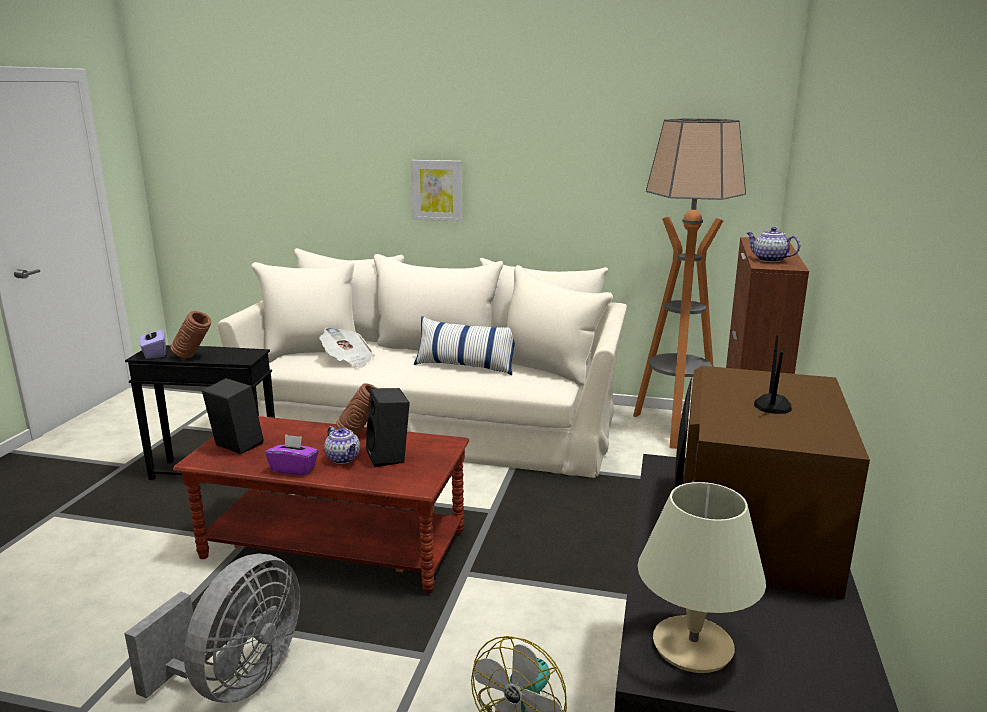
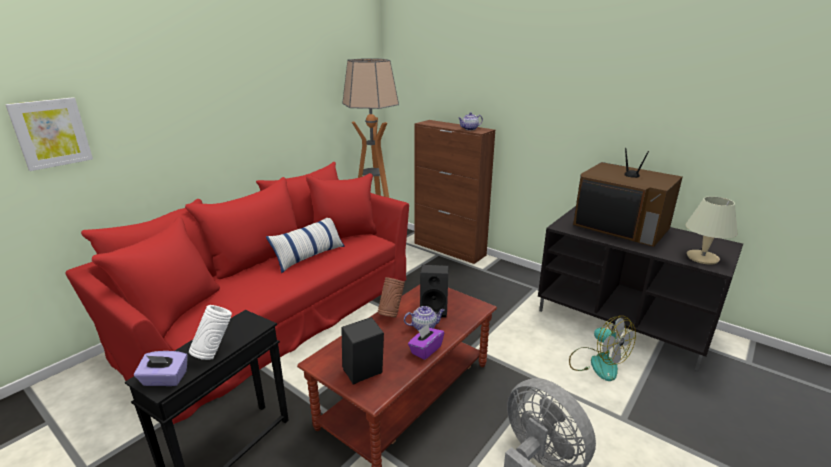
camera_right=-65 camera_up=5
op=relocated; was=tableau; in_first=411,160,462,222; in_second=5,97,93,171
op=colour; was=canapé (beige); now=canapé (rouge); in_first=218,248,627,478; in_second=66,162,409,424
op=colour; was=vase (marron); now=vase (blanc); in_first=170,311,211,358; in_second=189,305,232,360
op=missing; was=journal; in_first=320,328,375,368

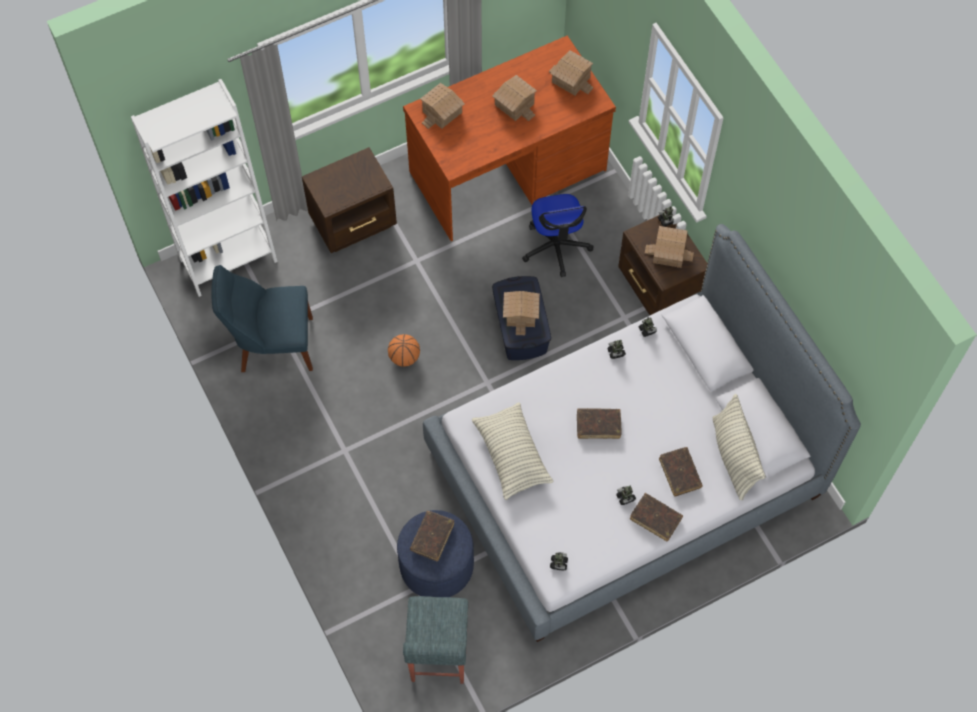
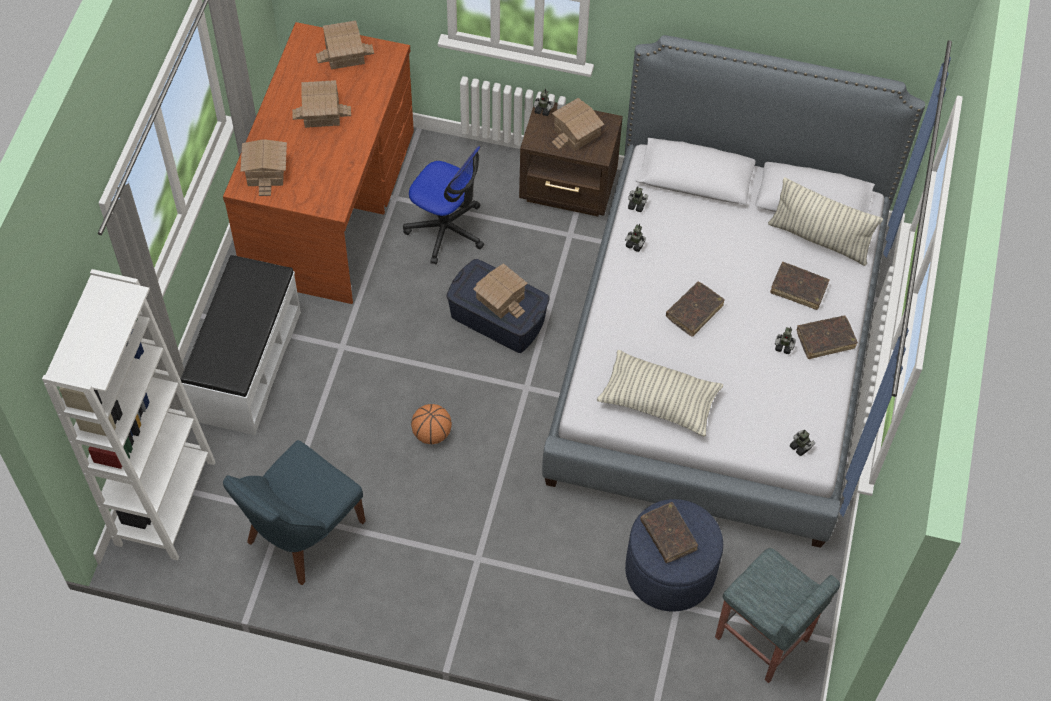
camera_right=-50 camera_up=-5
op=exchanged; was=table de chevet (marron); now=banc (blanc); in_first=302,147,397,253; in_second=181,255,301,435

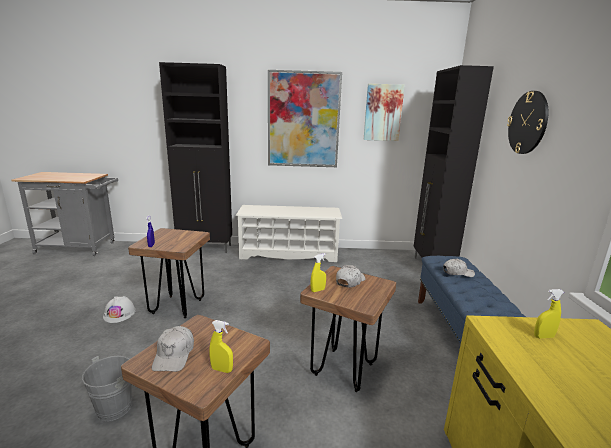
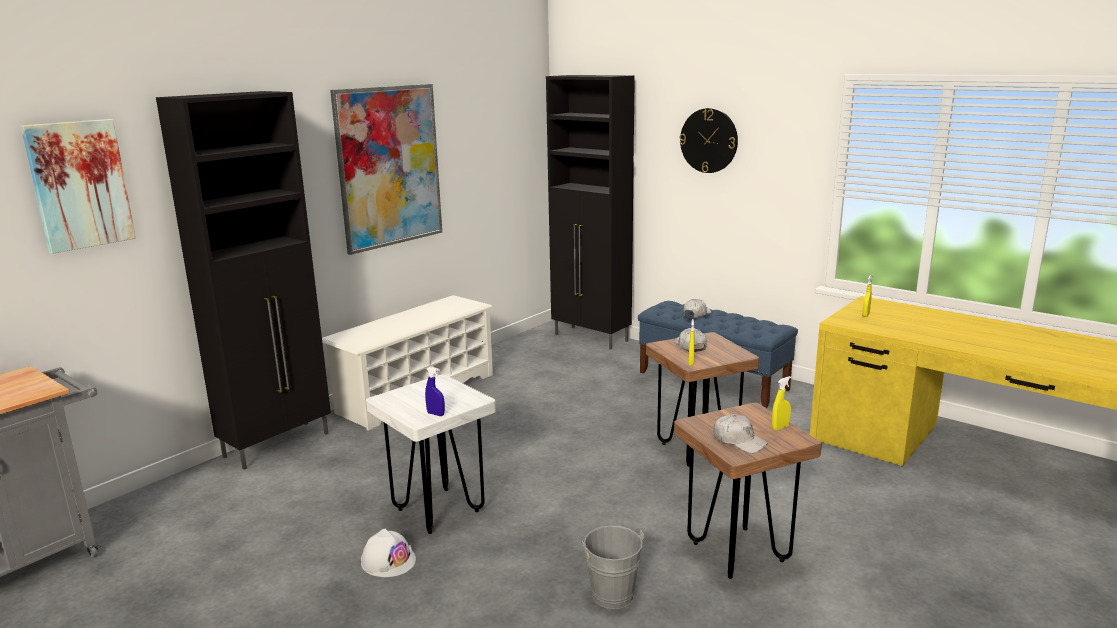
camera_right=-50 camera_up=0
op=relocated; was=tableau; in_first=364,84,405,141; in_second=21,119,136,254
op=colour; was=tabouret (marron); now=tabouret (blanc); in_first=128,228,210,318; in_second=366,374,496,534

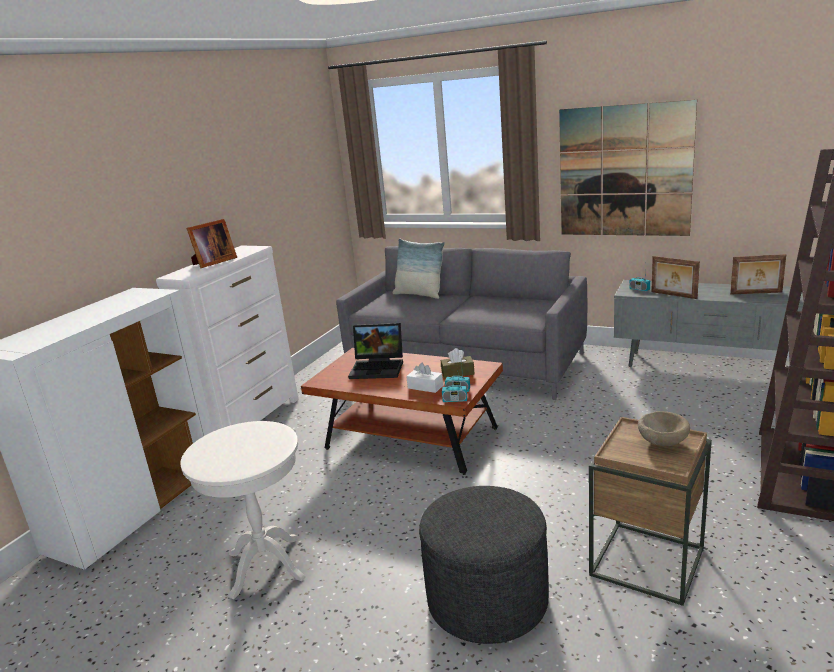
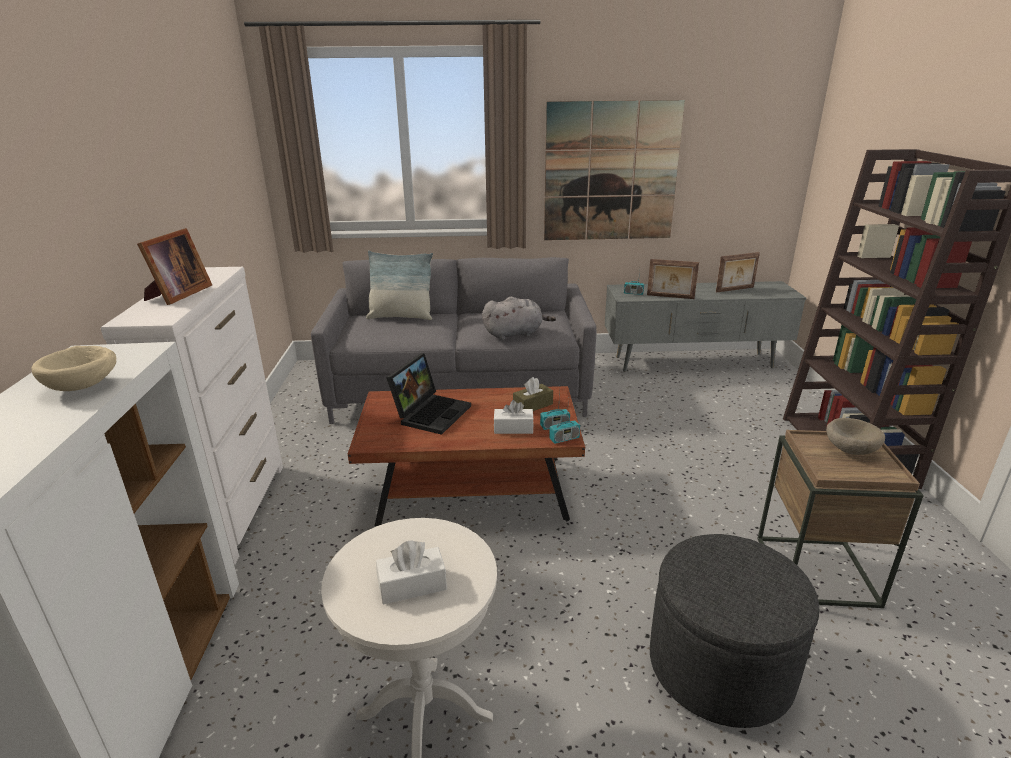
camera_right=-30 camera_up=5
op=spun; was=ordinateur portable; in_first=348,323,403,379; in_second=386,353,471,435; clockwise=-45
op=appeared; now=peluche (gris); in_second=482,297,556,340
op=appeared; now=bol (beige); in_second=31,346,116,391
op=appeared; now=boîte à mouchoirs (blanc); in_second=376,540,447,605

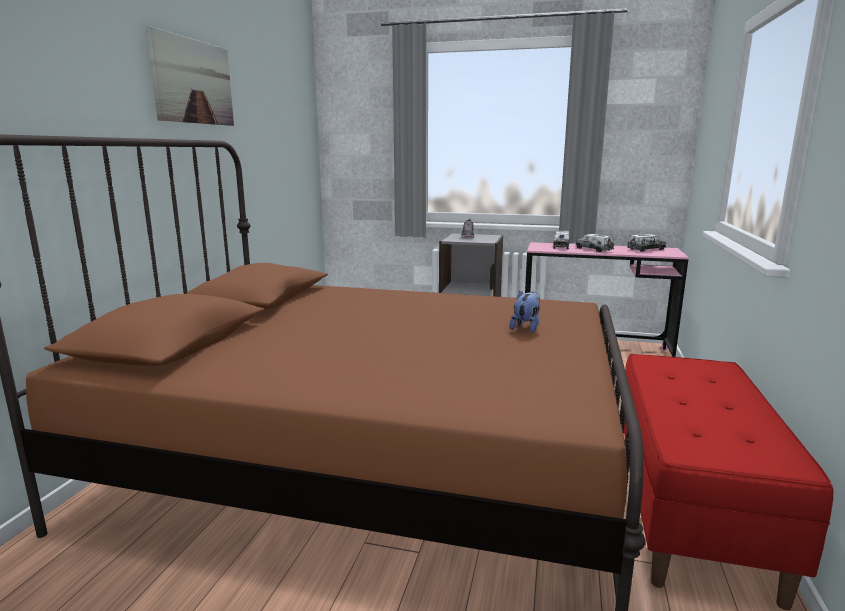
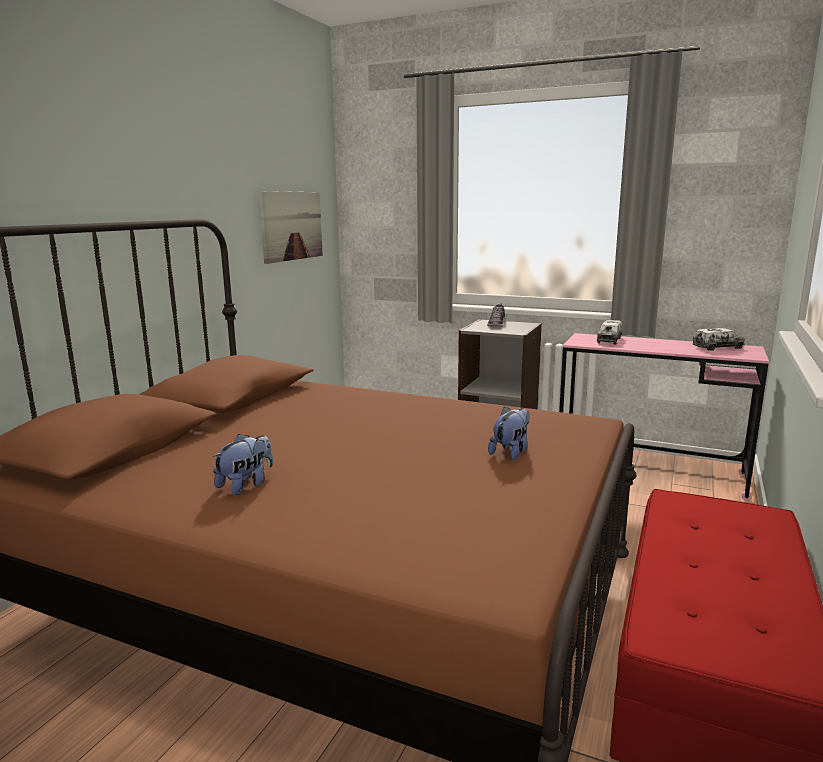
camera_right=10 camera_up=0
op=relocated; was=tableau; in_first=146,26,234,126; in_second=259,191,323,264
op=missing; was=camion jouet; in_first=576,234,614,252
op=appeared; now=peluche; in_second=213,434,273,495

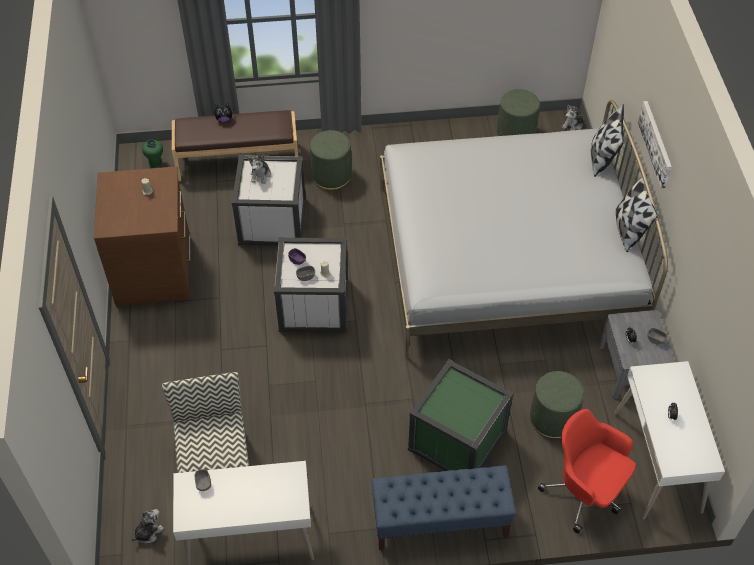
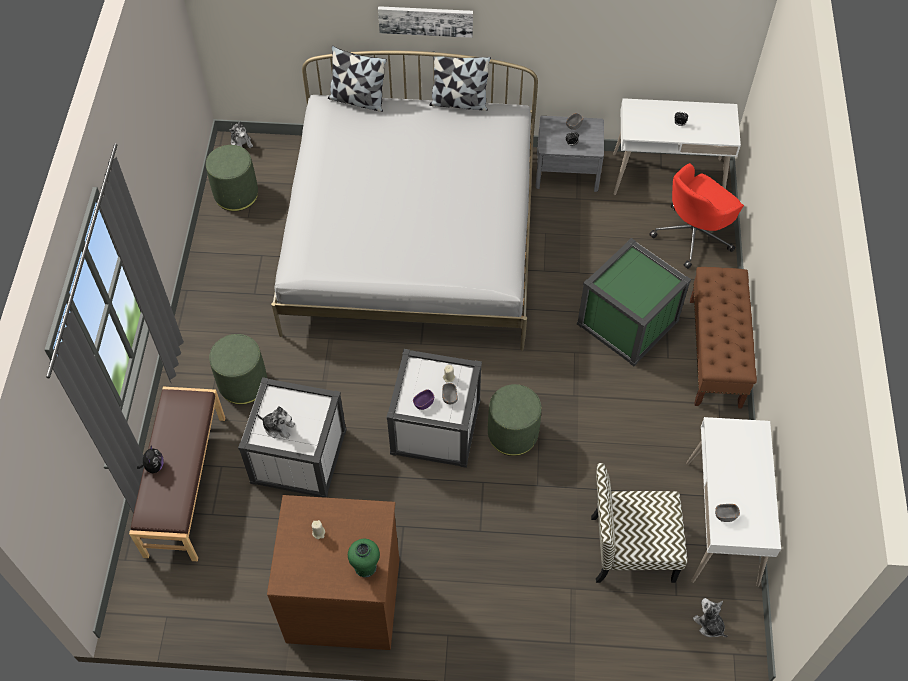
camera_right=-80 camera_up=5
op=relocated; was=vase (vert); in_first=142,140,163,168; in_second=348,539,380,577
op=relocated; was=pouf (vert); in_first=530,371,584,439; in_second=488,384,542,456
op=colour; was=banc (bleu); now=banc (marron); in_first=371,465,516,550; in_second=690,267,757,409

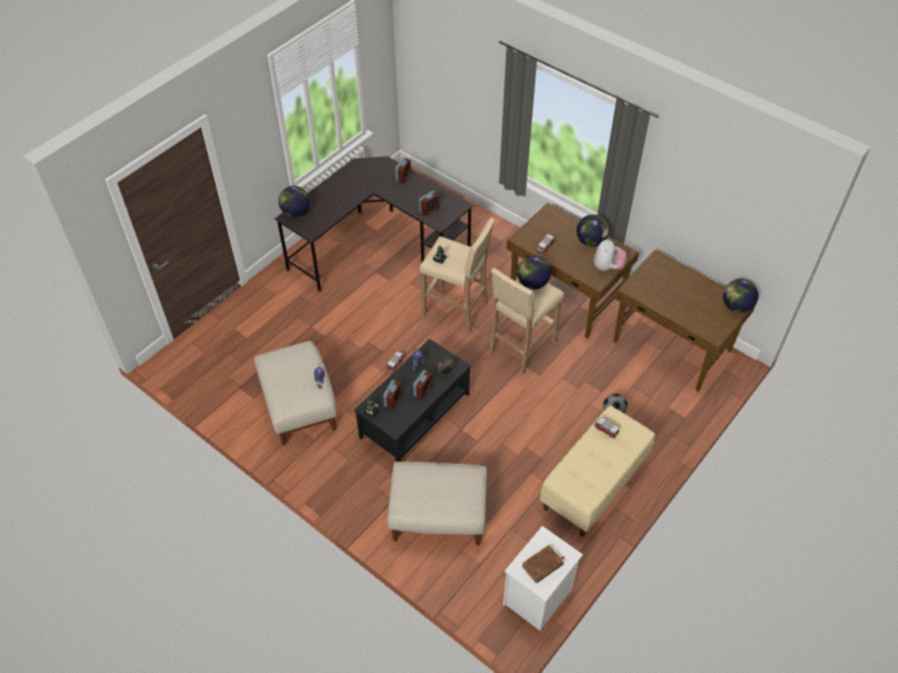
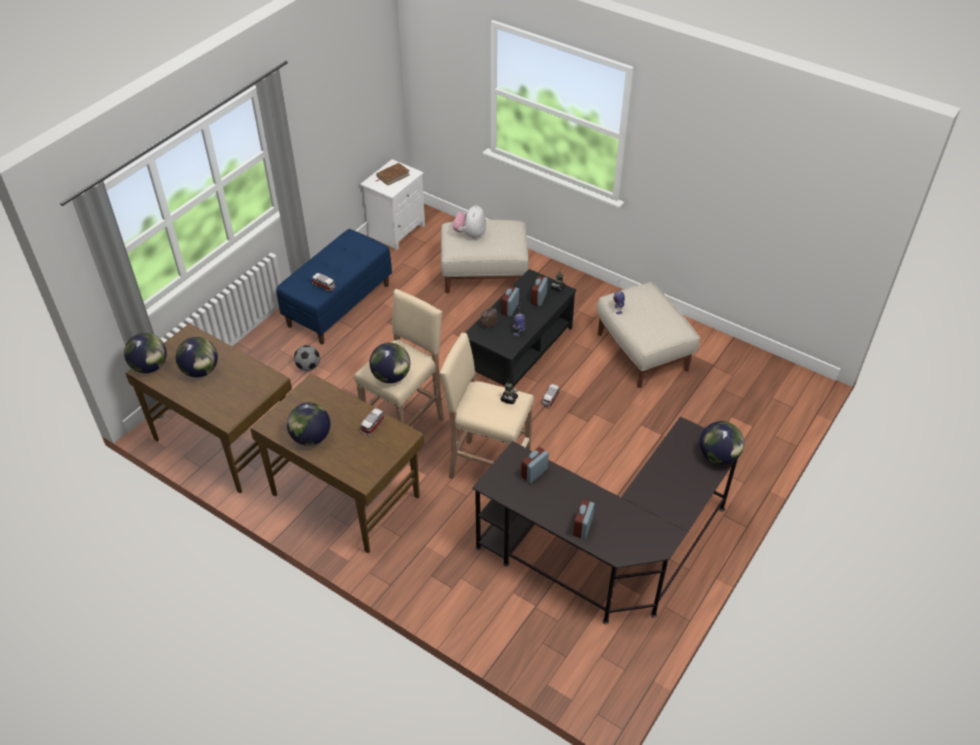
camera_right=175 camera_up=-5
op=relocated; was=peluche; in_first=594,239,627,271; in_second=453,204,486,239
op=colour; was=banc (beige); now=banc (bleu); in_first=540,406,655,537; in_second=276,229,392,344
op=appeared; now=globe; in_second=176,337,218,377

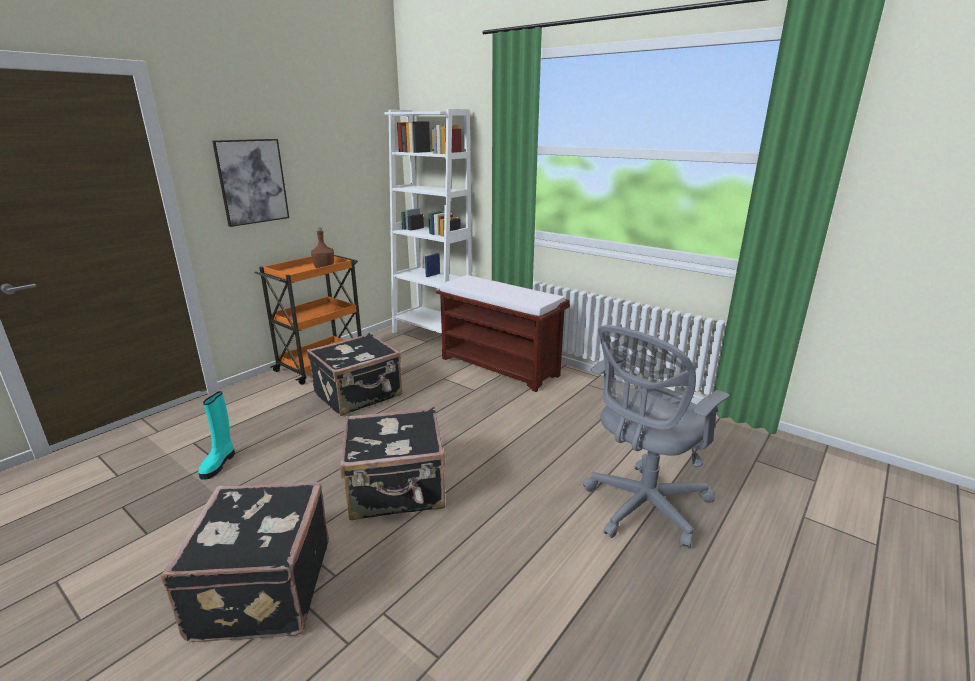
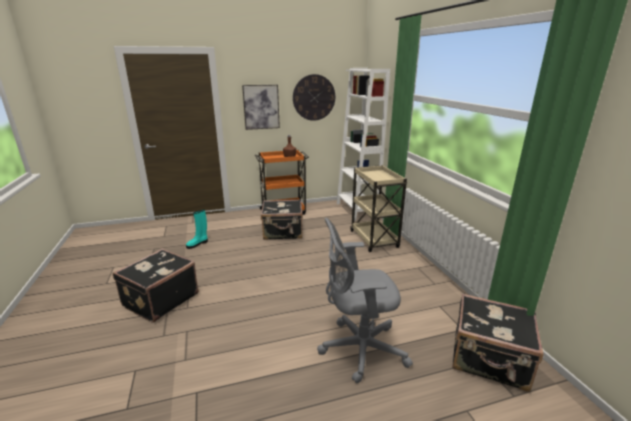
camera_right=35 camera_up=0
op=exchanged; was=banc (marron); now=chariot (beige); in_first=436,275,570,392; in_second=350,165,407,252
op=relocated; was=valise (noir); in_first=340,407,445,521; in_second=452,293,543,392
op=appeared; now=horloge murale; in_second=293,74,335,121

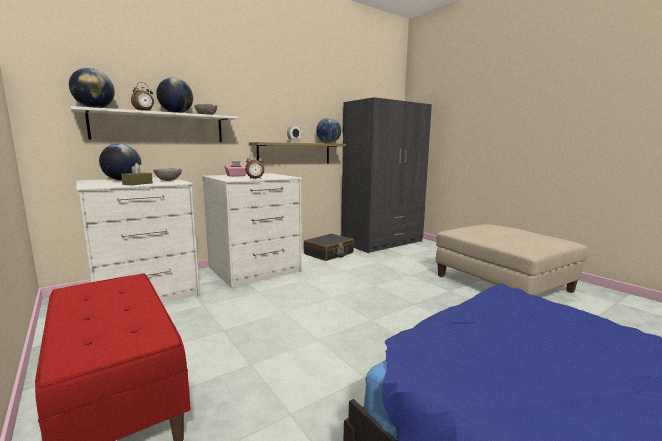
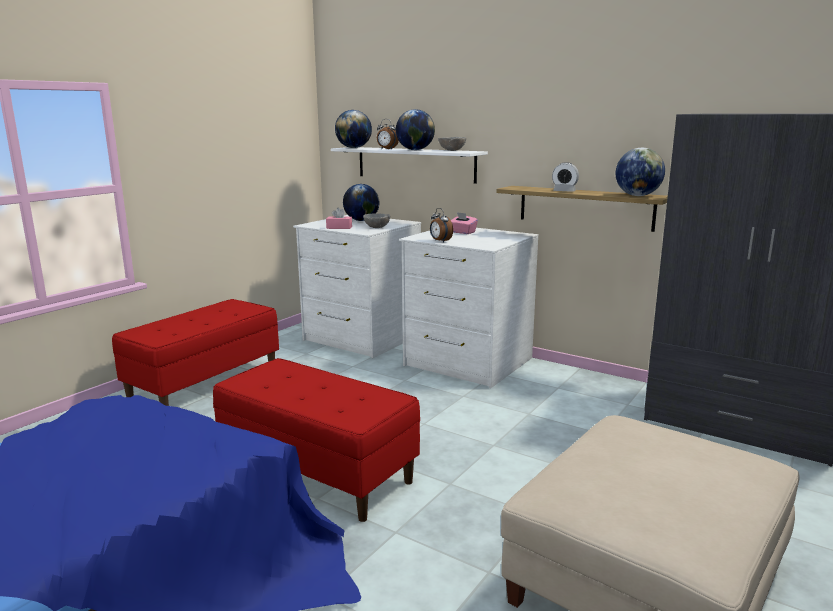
camera_right=70 camera_up=5
op=colour; was=boîte à mouchoirs (marron); now=boîte à mouchoirs (rose); in_first=121,163,153,185; in_second=326,208,352,229
op=missing; was=valise (noir); in_first=304,234,354,261
op=appeared; now=banc (rouge); in_second=213,358,420,522

